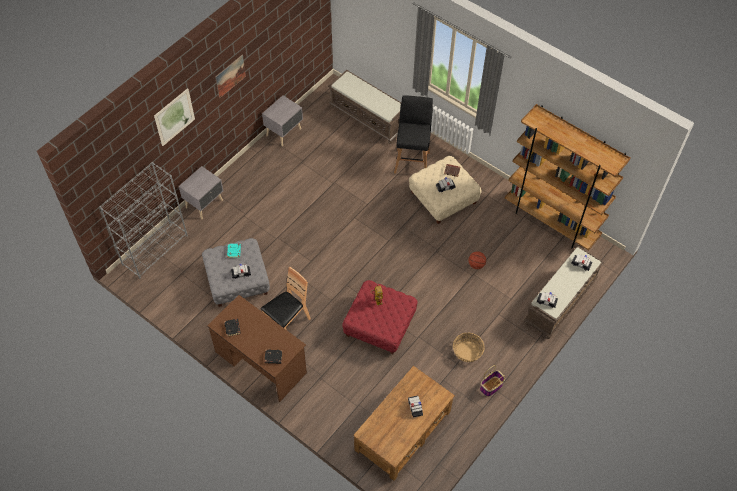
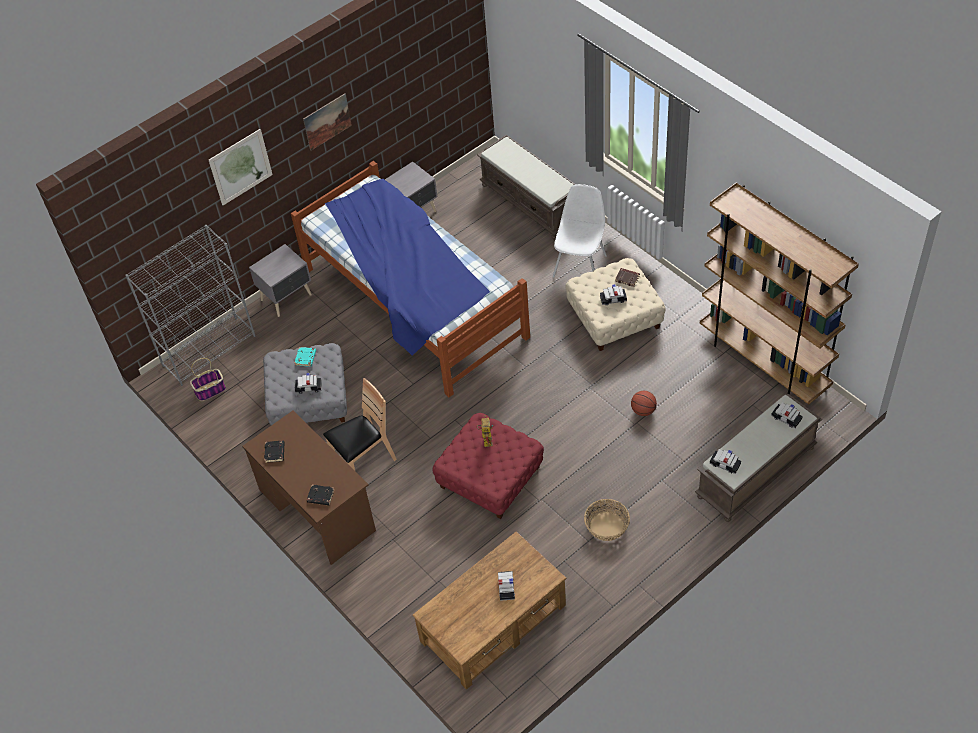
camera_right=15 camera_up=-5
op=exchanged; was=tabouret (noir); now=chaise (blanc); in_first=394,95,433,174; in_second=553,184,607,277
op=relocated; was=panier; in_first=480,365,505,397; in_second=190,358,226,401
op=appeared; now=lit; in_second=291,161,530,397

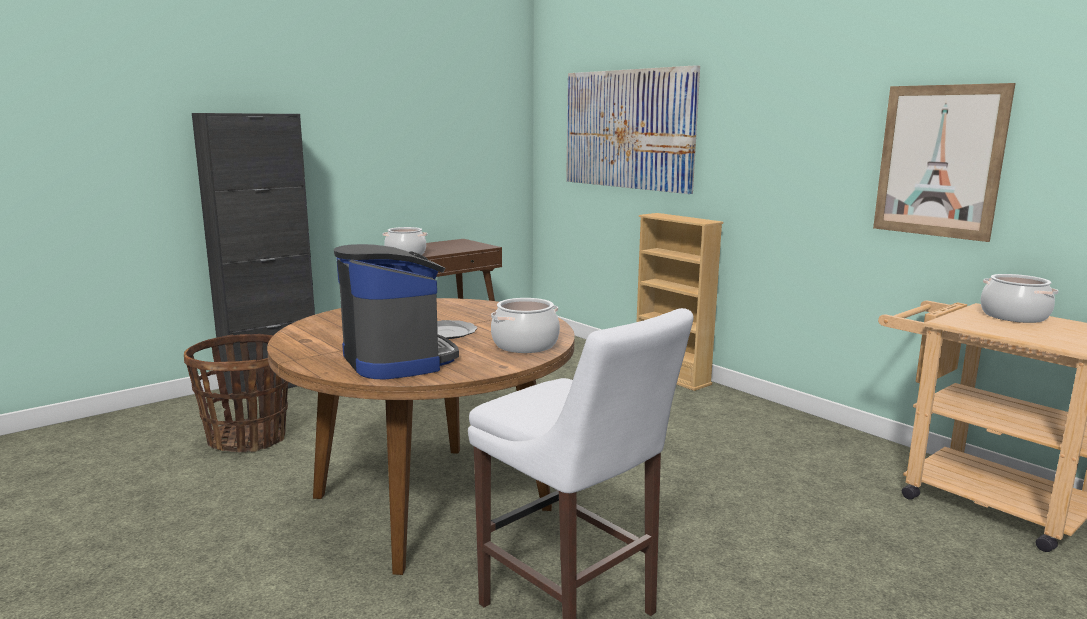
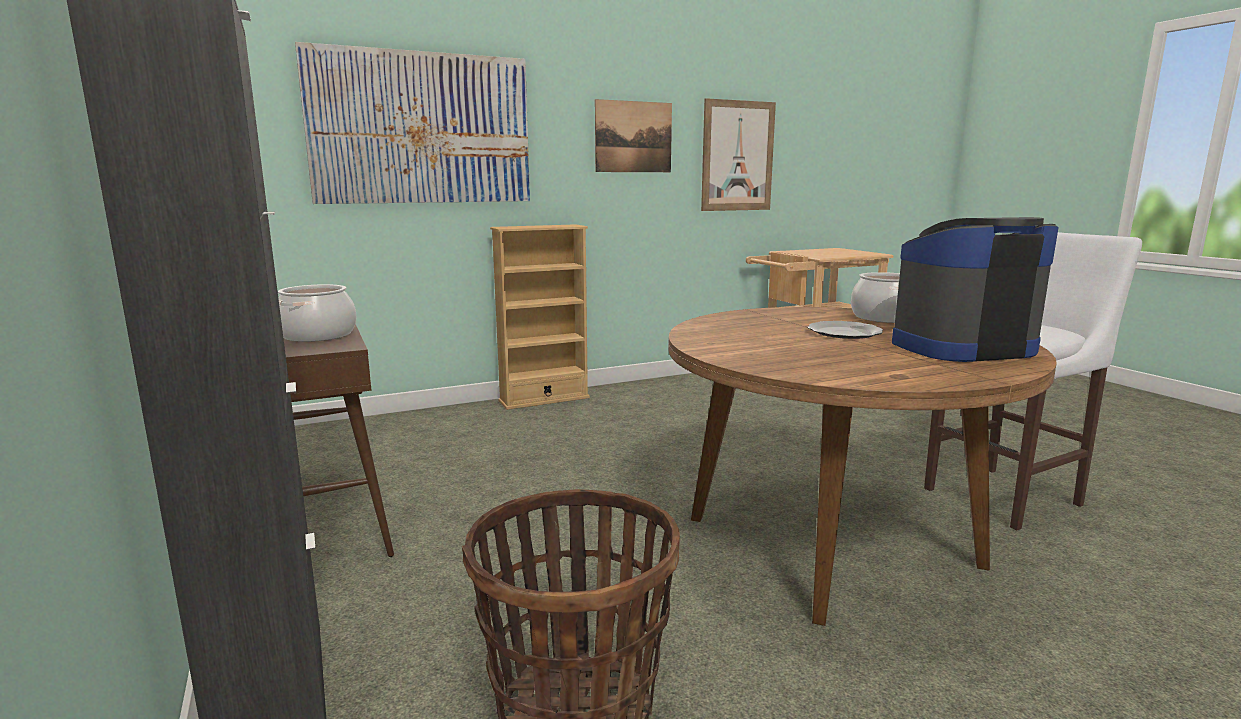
camera_right=-75 camera_up=0
op=missing; was=marmite; in_first=981,274,1058,323
op=appeared; now=tableau; in_second=595,99,672,172

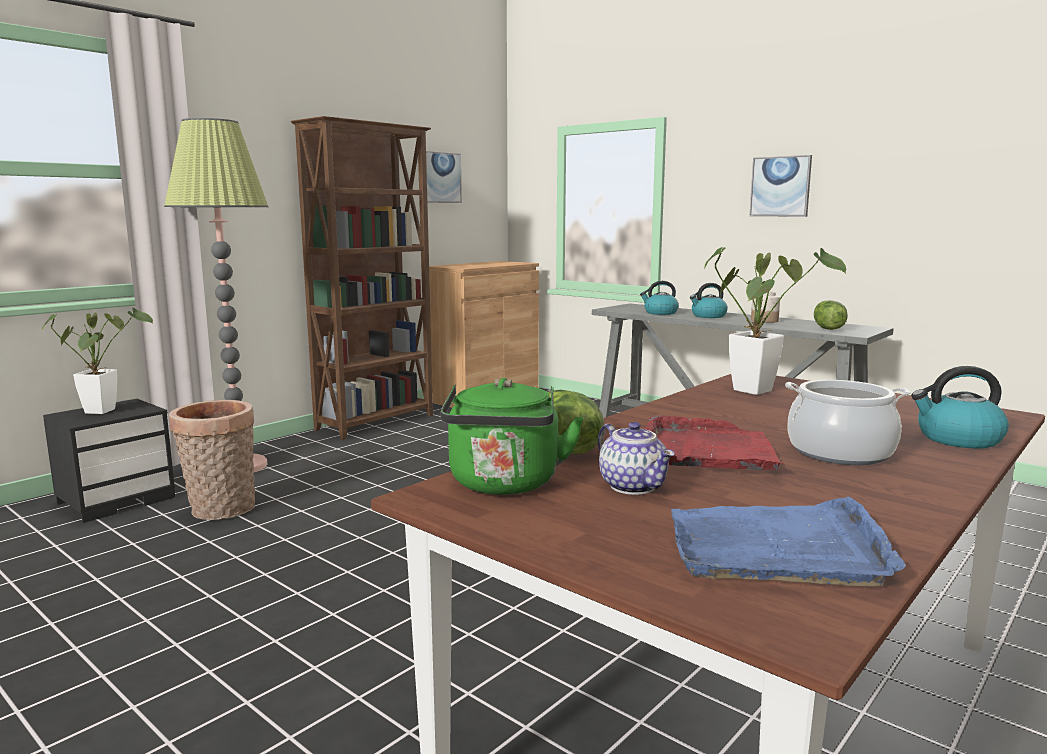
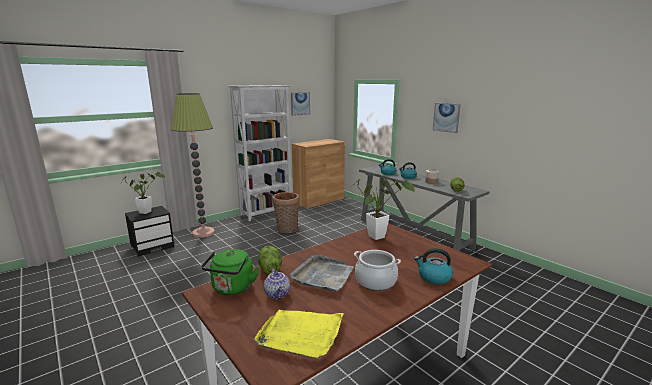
camera_right=10 camera_up=5
op=colour; was=bibliothèque (marron); now=bibliothèque (blanc); in_first=291,116,433,440; in_second=228,85,291,221
op=relocated; was=panier; in_first=169,400,255,520; in_second=272,192,299,233
op=colour; was=plateau (rouge); now=plateau (gris); in_first=645,415,784,470; in_second=290,255,354,292
op=colour; was=plateau (bleu); now=plateau (jaune); in_first=671,497,906,587; in_second=254,310,344,359

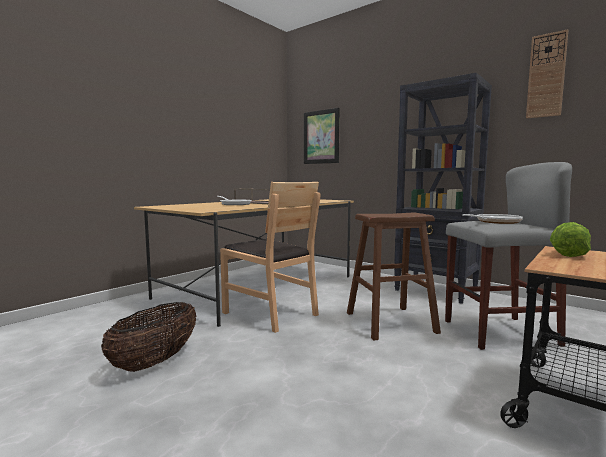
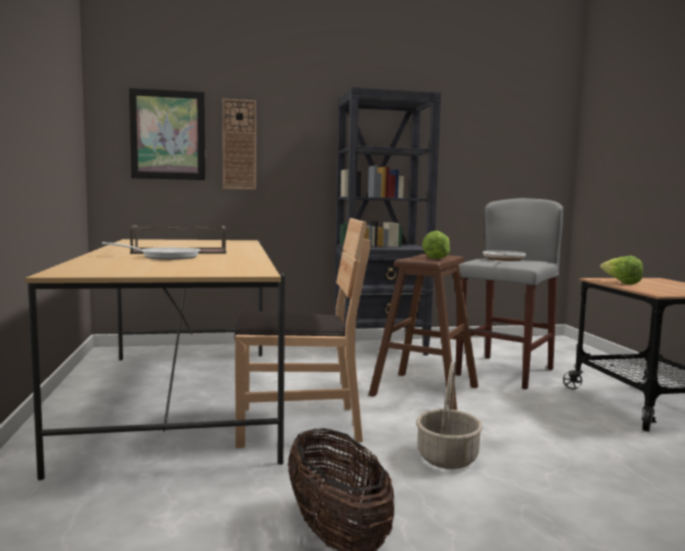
camera_right=-50 camera_up=0
op=relocated; was=horloge murale; in_first=526,29,568,119; in_second=223,99,256,190
op=appeared; now=laitue; in_second=422,231,450,259
op=appeared; now=panier; in_second=416,362,483,469

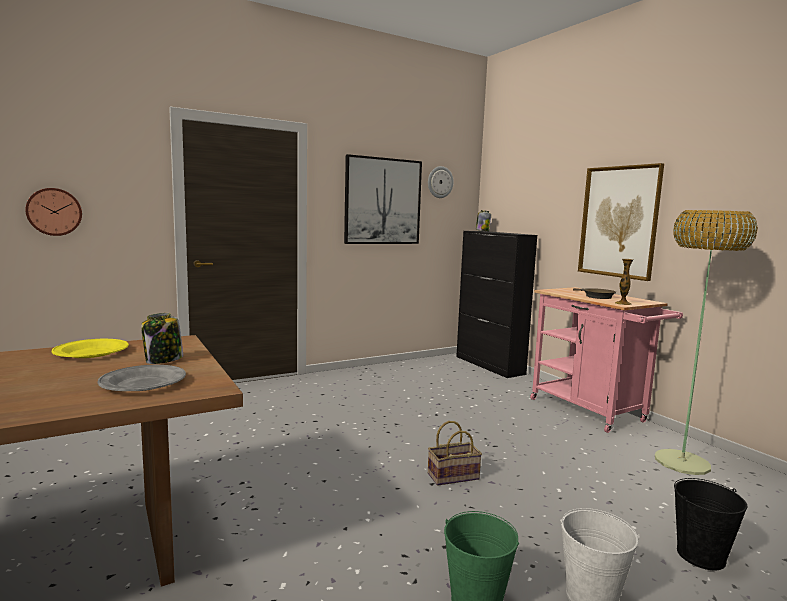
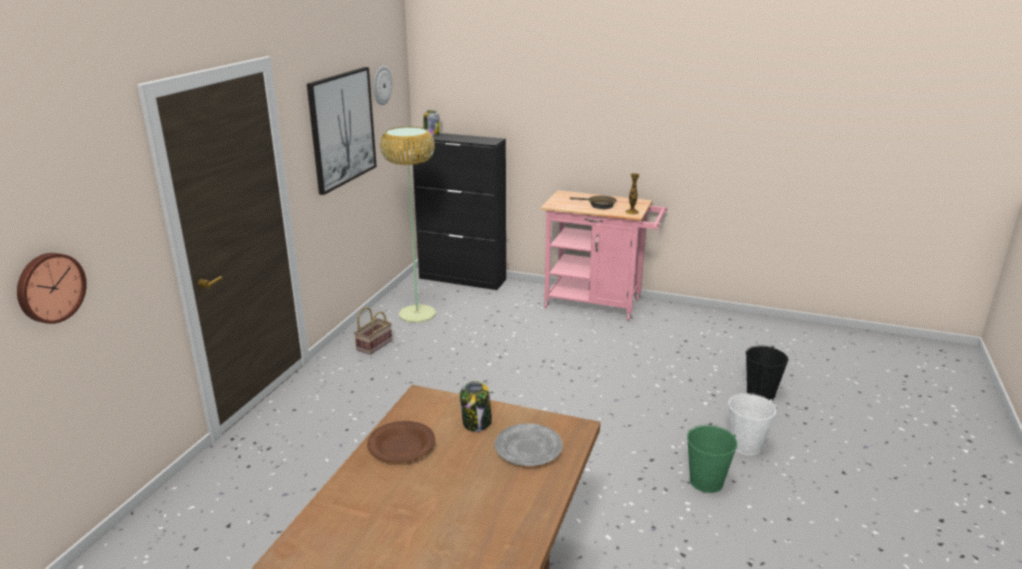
camera_right=-40 camera_up=15
op=missing; was=tableau; in_first=578,163,664,281
op=relocated; was=lampadaire; in_first=655,210,758,475; in_second=380,127,436,323
op=colour; was=assiette (jaune); now=assiette (marron); in_first=52,339,129,358; in_second=367,421,435,463
op=relocated; was=panier; in_first=428,421,482,486; in_second=354,307,392,355

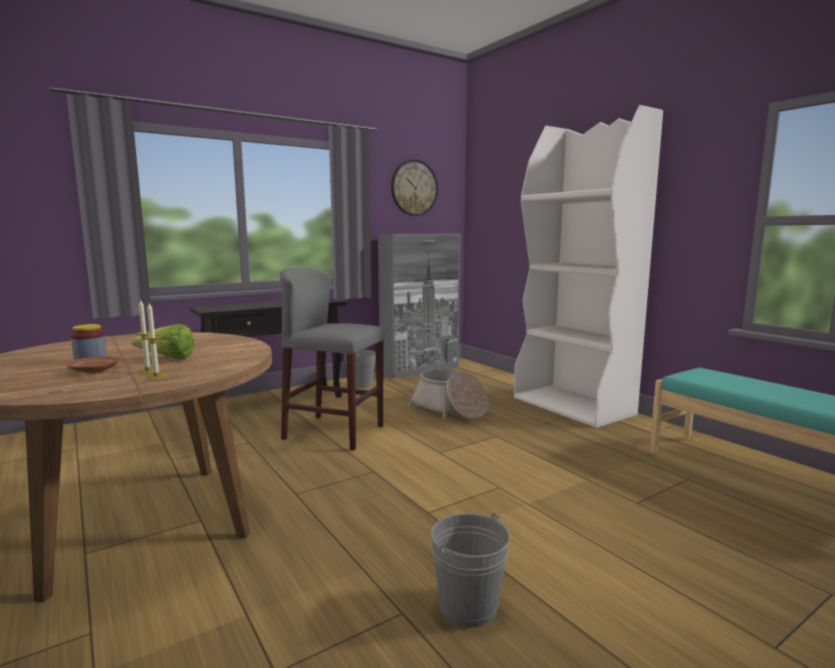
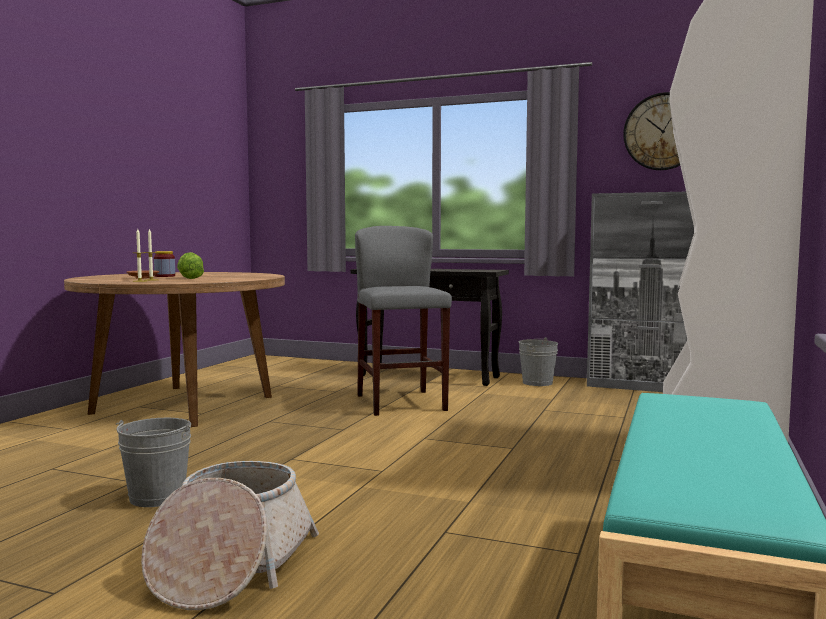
camera_right=55 camera_up=-5
op=relocated; was=panier; in_first=408,369,488,419; in_second=141,461,319,610

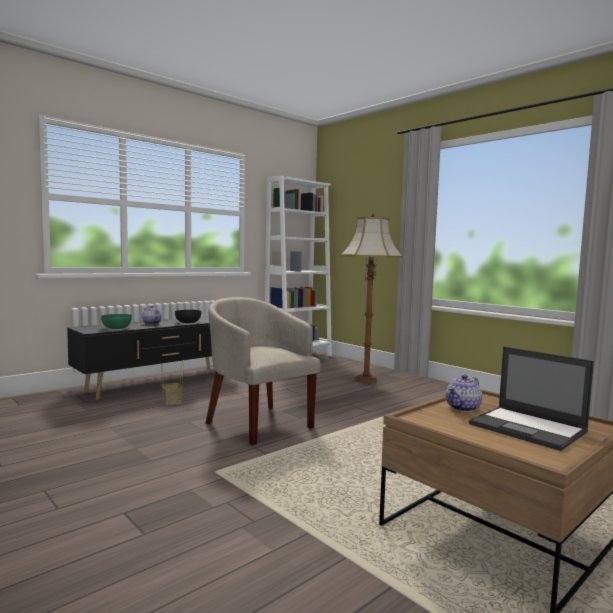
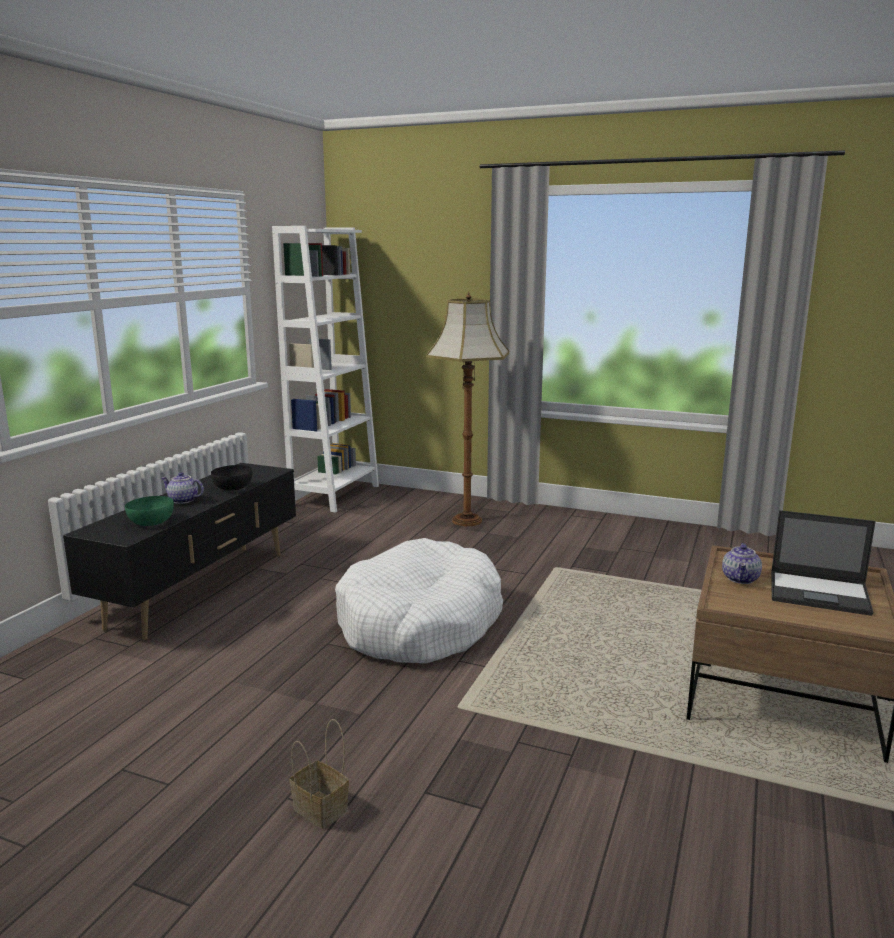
camera_right=-25 camera_up=10
op=exchanged; was=fauteuil (beige); now=panier pour chien (blanc); in_first=205,297,321,445; in_second=335,538,503,663
op=relocated; was=panier; in_first=161,362,184,405; in_second=290,719,349,829

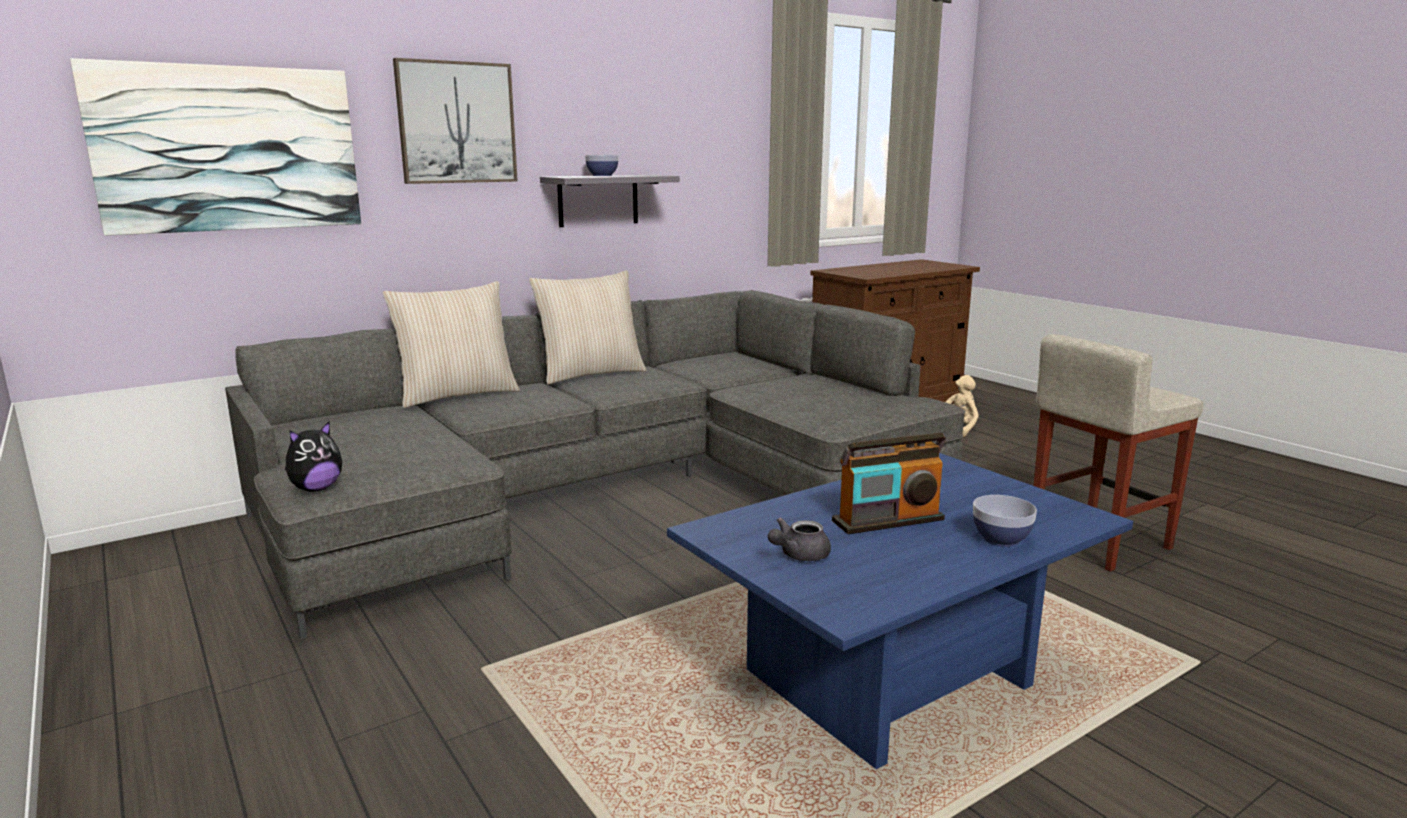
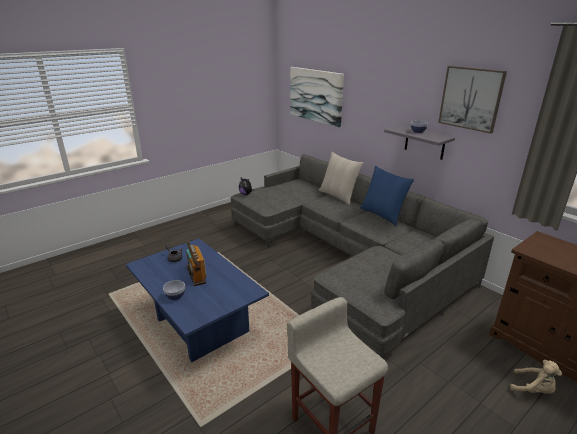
camera_right=85 camera_up=10
op=relocated; was=tableau; in_first=393,58,518,184; in_second=438,66,507,134
op=colour; was=coussin (beige); now=coussin (bleu); in_first=529,270,647,384; in_second=360,166,414,226

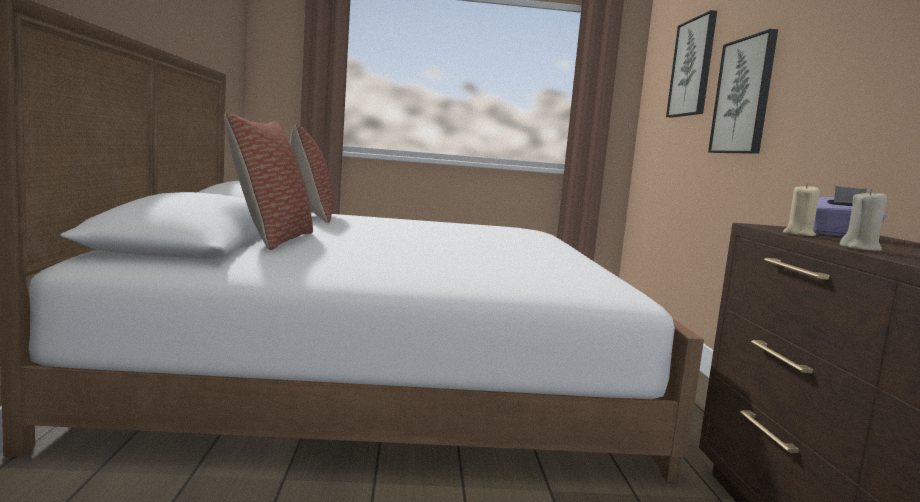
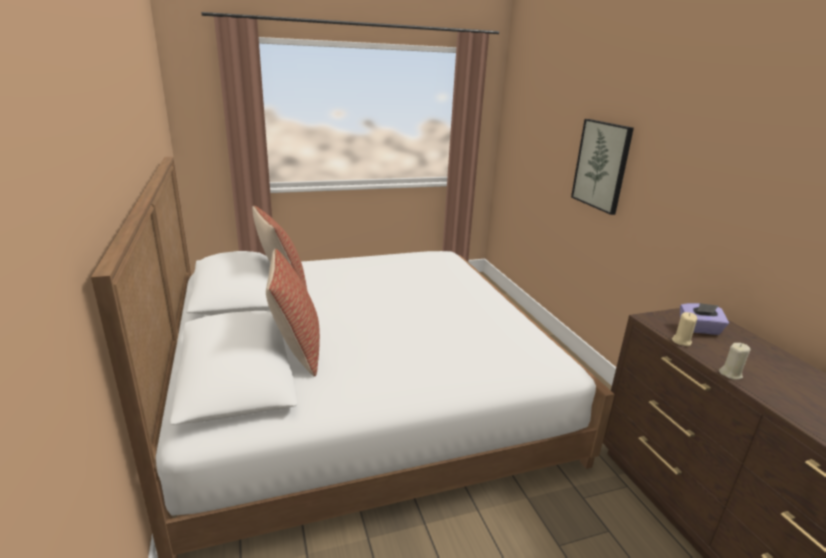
camera_right=-15 camera_up=15
op=missing; was=tableau; in_first=666,10,717,118

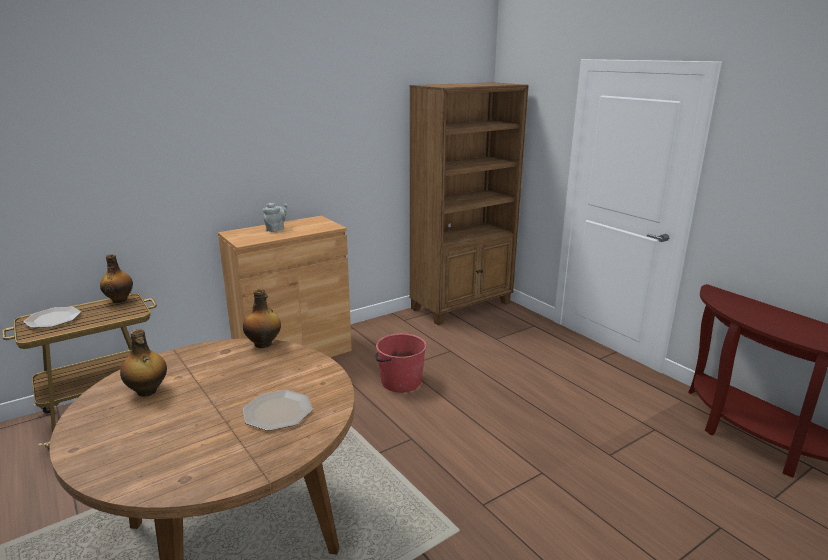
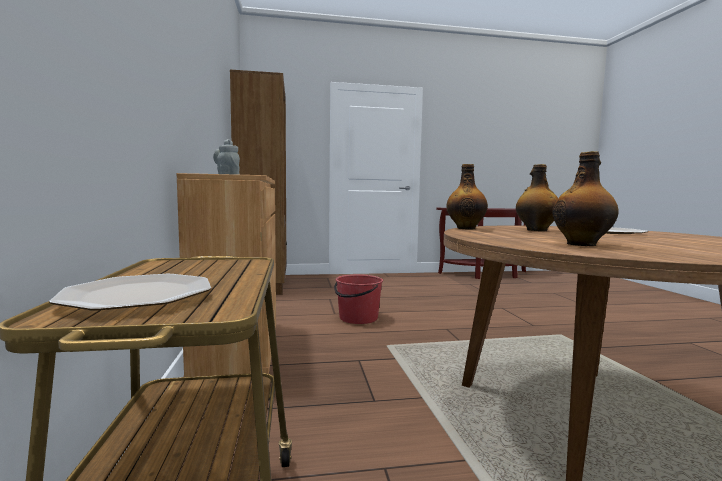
camera_right=-65 camera_up=-15
op=relocated; was=bouteille; in_first=100,254,133,303; in_second=516,164,558,231

